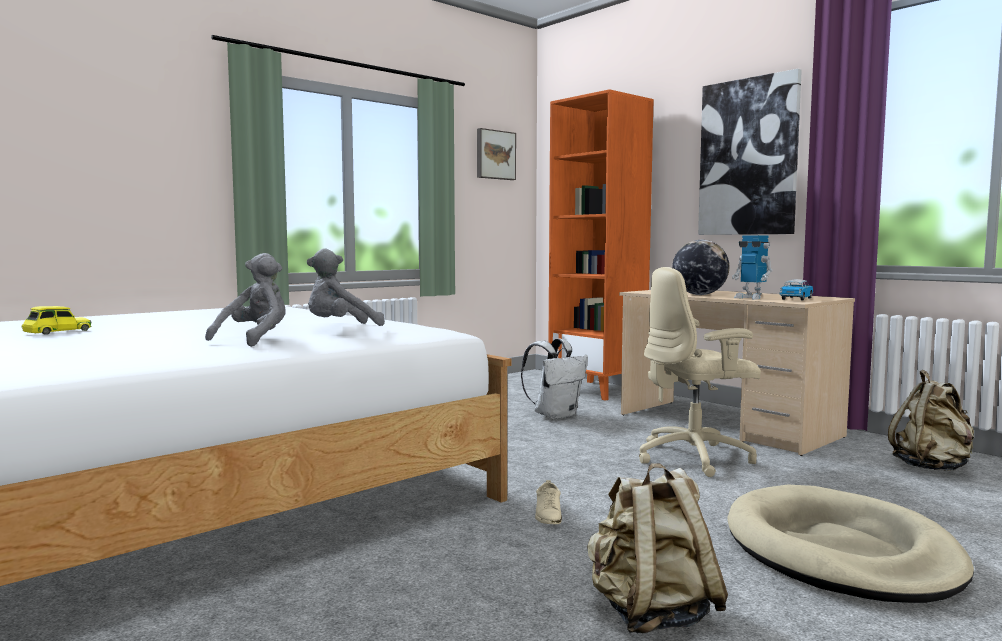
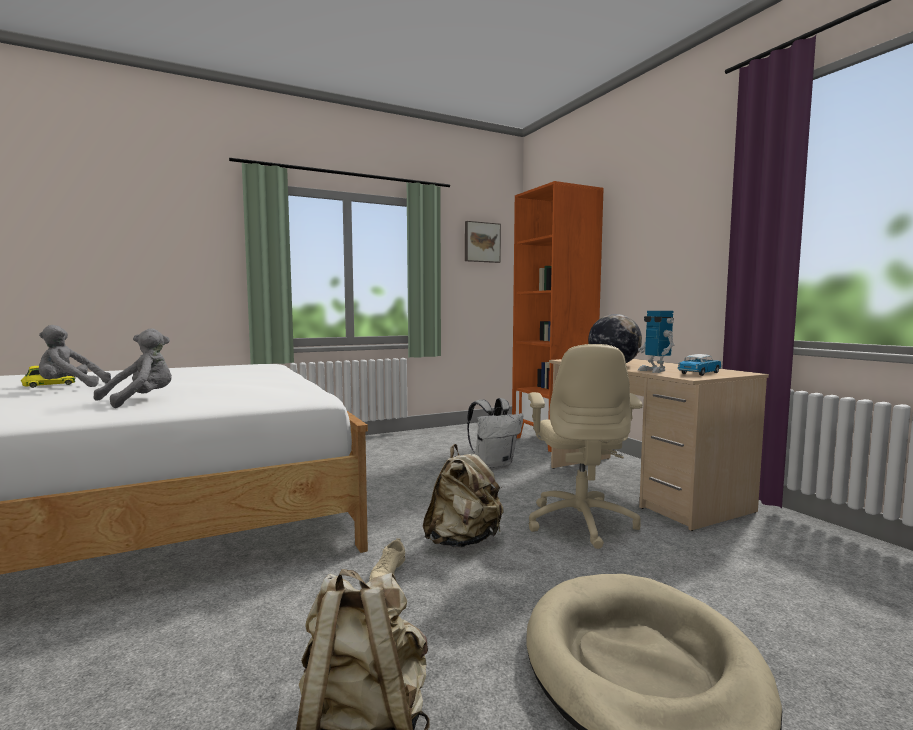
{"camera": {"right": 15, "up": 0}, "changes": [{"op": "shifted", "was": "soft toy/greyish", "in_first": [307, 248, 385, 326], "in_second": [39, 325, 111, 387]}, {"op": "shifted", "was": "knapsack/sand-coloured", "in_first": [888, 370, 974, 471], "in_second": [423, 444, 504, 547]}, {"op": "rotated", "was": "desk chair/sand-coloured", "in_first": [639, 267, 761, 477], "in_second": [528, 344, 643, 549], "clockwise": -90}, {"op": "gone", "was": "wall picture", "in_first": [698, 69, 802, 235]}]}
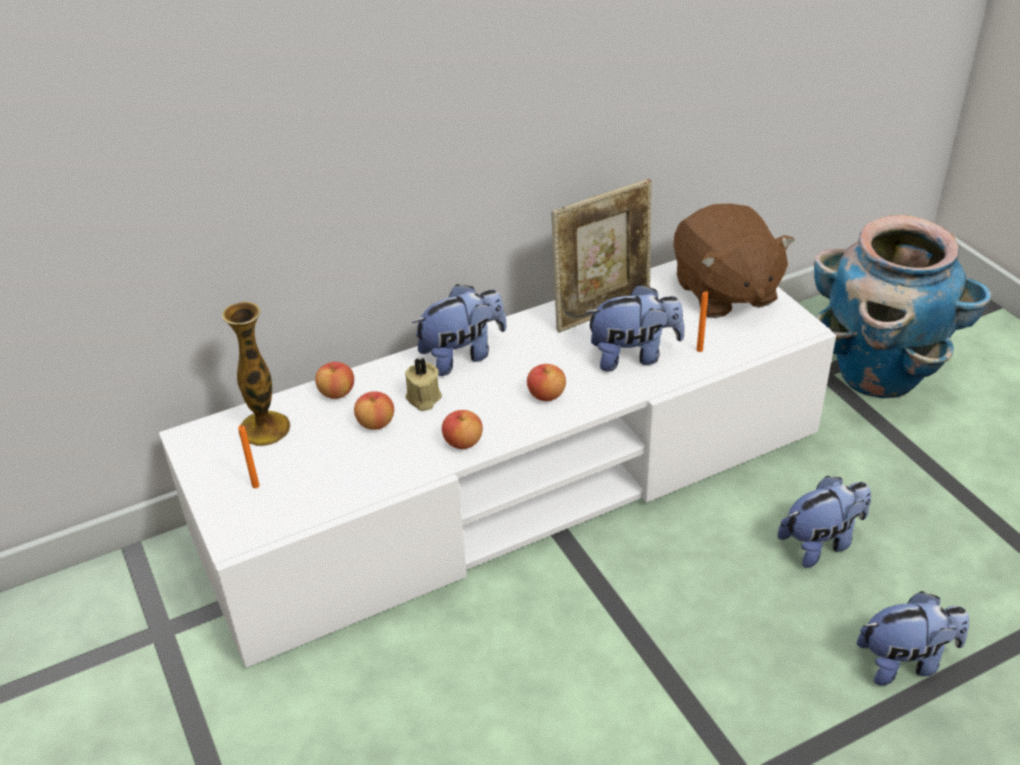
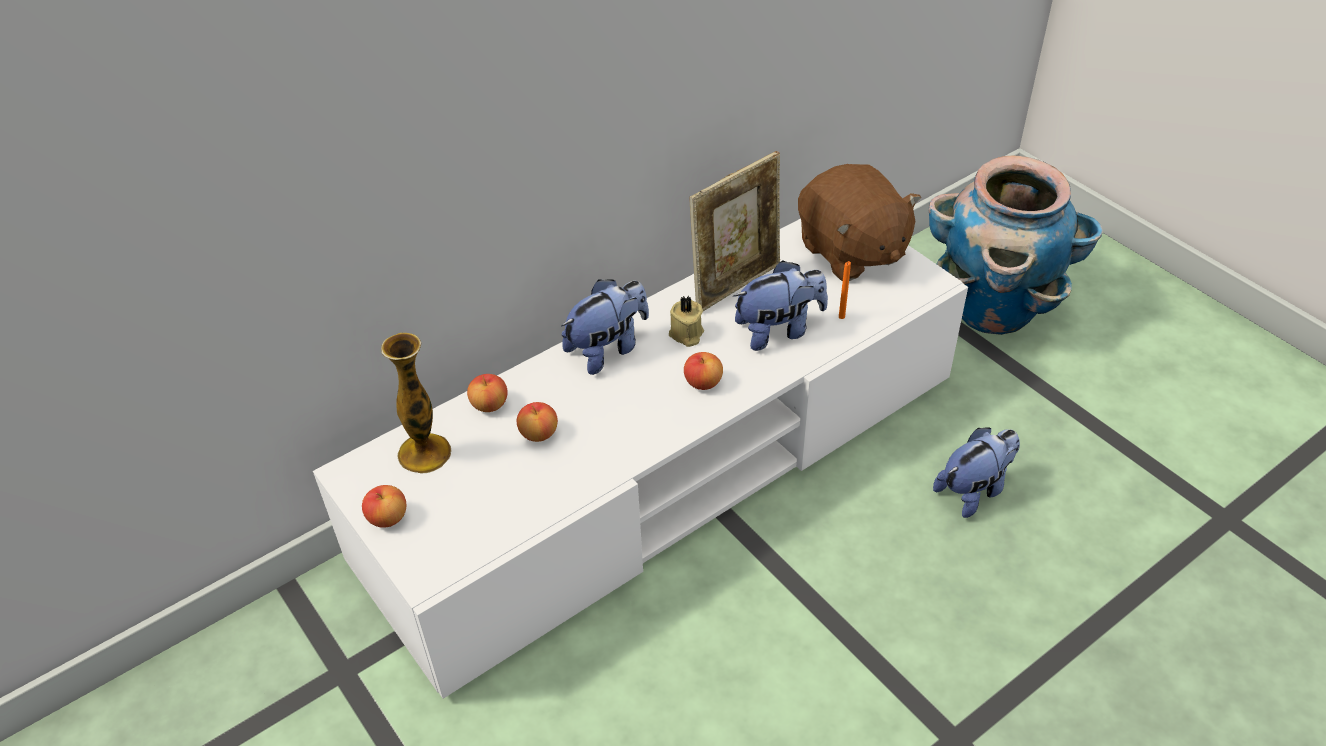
{"camera": {"right": -10, "up": 5}, "changes": [{"op": "shifted", "was": "apple fruit", "in_first": [442, 410, 483, 449], "in_second": [362, 485, 407, 528]}, {"op": "shifted", "was": "wax light/sand-coloured", "in_first": [405, 357, 442, 411], "in_second": [669, 296, 704, 347]}, {"op": "gone", "was": "wax light/orangey", "in_first": [238, 425, 259, 488]}, {"op": "gone", "was": "soft toy", "in_first": [857, 591, 969, 686]}]}
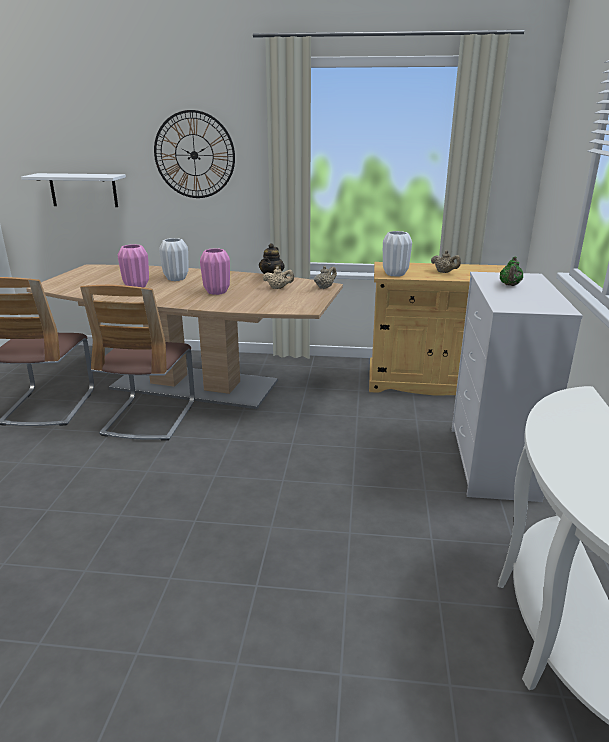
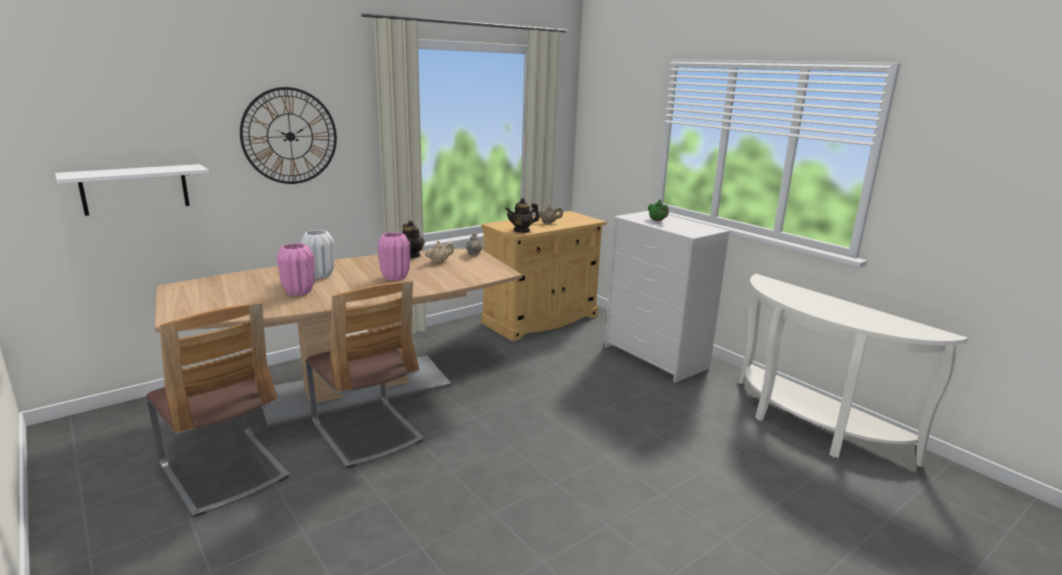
{"camera": {"right": -45, "up": -5}, "changes": [{"op": "swapped", "was": "vase/white", "now": "tea pot", "in_first": [383, 231, 412, 277], "in_second": [505, 198, 540, 233]}]}
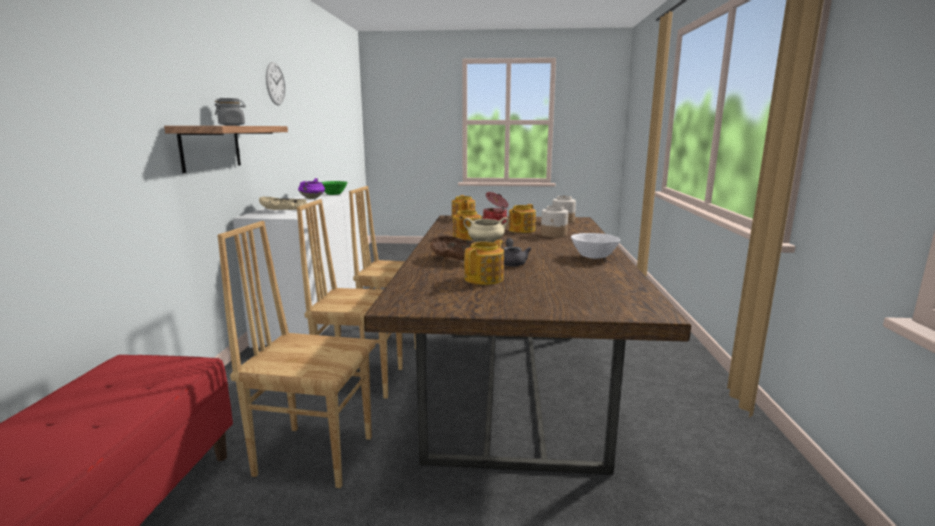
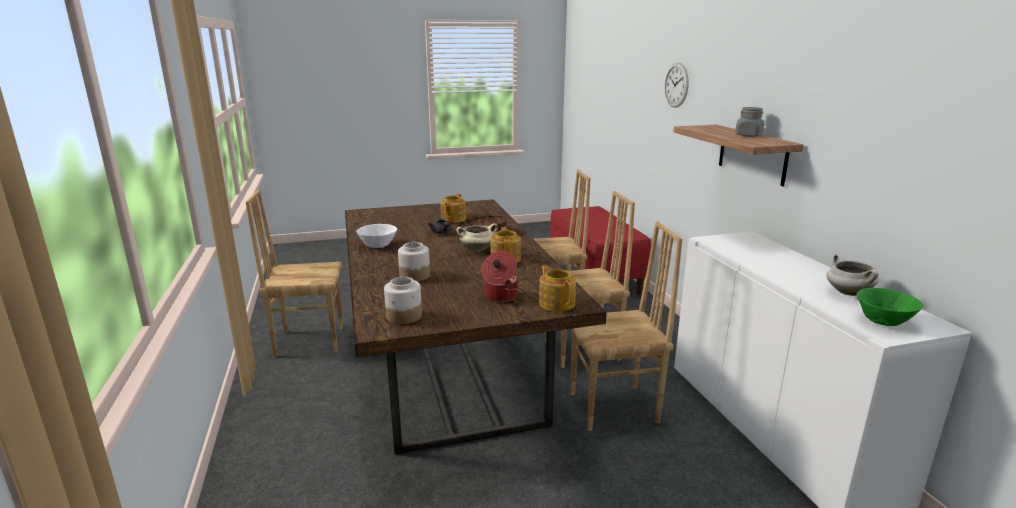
{"camera": {"right": 160, "up": 5}, "changes": [{"op": "new", "now": "plain chair/brown", "in_second": [246, 190, 343, 357]}, {"op": "shifted", "was": "hanging clock", "in_first": [266, 62, 286, 106], "in_second": [665, 63, 689, 108]}, {"op": "repainted", "was": "saucepot/purplish", "now": "saucepot/white", "in_first": [298, 178, 325, 199], "in_second": [826, 254, 879, 296]}, {"op": "gone", "was": "serving bowl/sand-coloured", "in_first": [259, 197, 307, 210]}, {"op": "gone", "was": "tea pot", "in_first": [509, 204, 536, 233]}]}
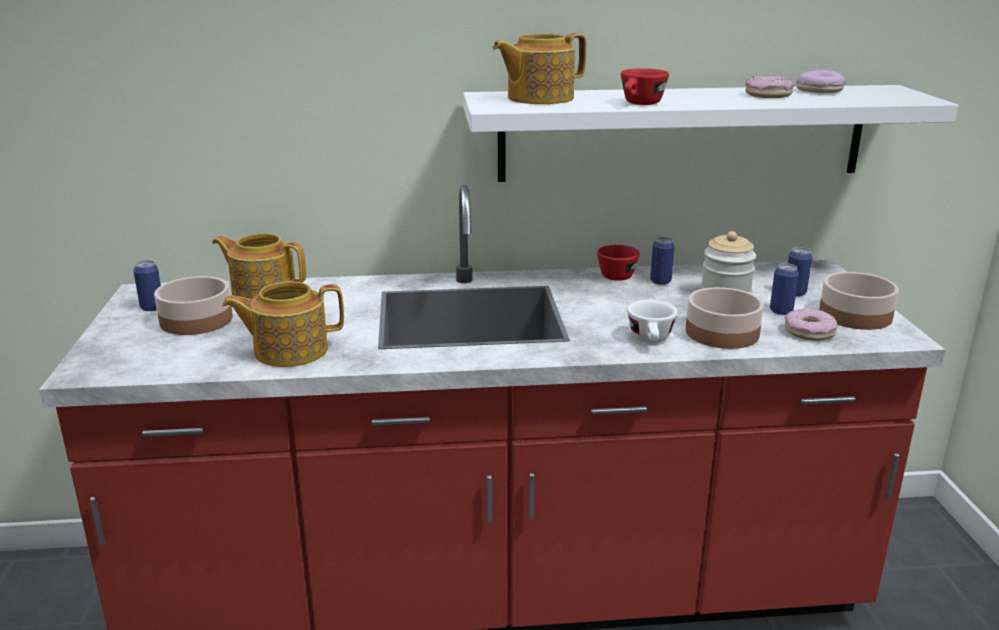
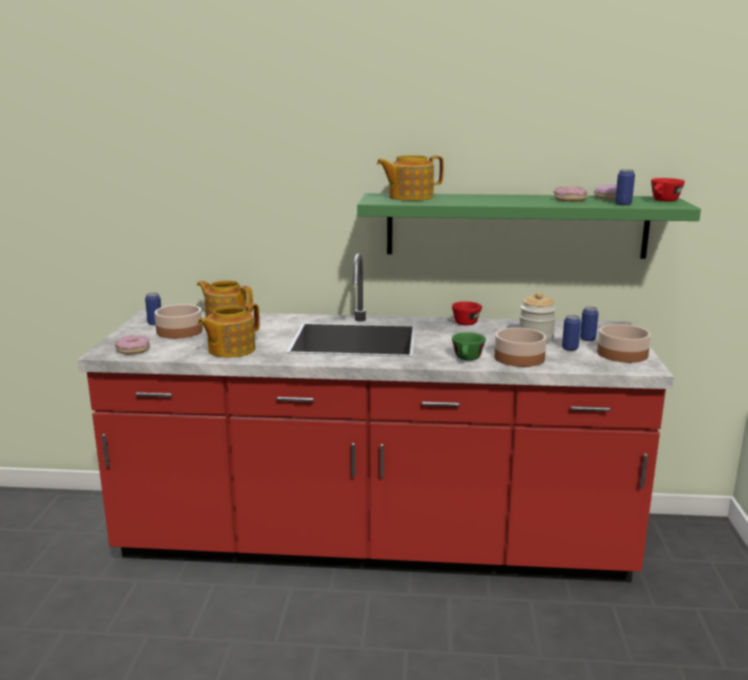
{"camera": {"right": 10, "up": -5}, "changes": [{"op": "shifted", "was": "donut", "in_first": [785, 308, 838, 341], "in_second": [115, 335, 150, 354]}, {"op": "rotated", "was": "tea pot", "in_first": [222, 281, 344, 367], "in_second": [198, 303, 260, 358], "clockwise": -45}, {"op": "repainted", "was": "shelf/white", "now": "shelf/green", "in_first": [463, 85, 958, 182], "in_second": [357, 193, 701, 259]}, {"op": "repainted", "was": "small cup/white", "now": "small cup/green", "in_first": [627, 300, 678, 343], "in_second": [452, 332, 486, 360]}, {"op": "shifted", "was": "sealed can", "in_first": [650, 237, 675, 285], "in_second": [615, 169, 635, 206]}, {"op": "shifted", "was": "small cup/red", "in_first": [621, 68, 669, 105], "in_second": [651, 178, 685, 202]}]}
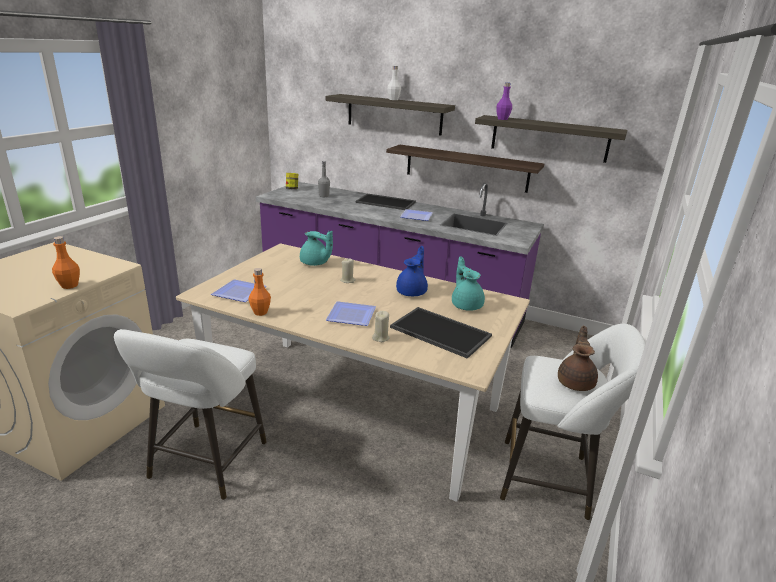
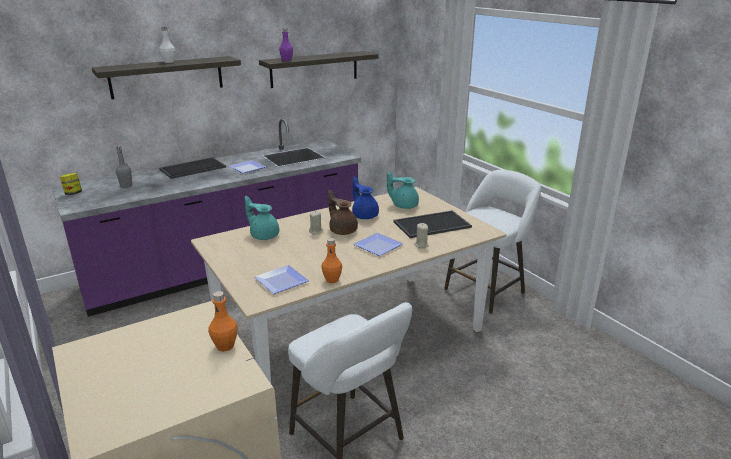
{"camera": {"right": -55, "up": 0}, "changes": [{"op": "rotated", "was": "tea pot/blue-green", "in_first": [300, 231, 333, 266], "in_second": [245, 196, 279, 240], "clockwise": -120}, {"op": "shifted", "was": "tea pot/brown", "in_first": [558, 326, 598, 391], "in_second": [328, 190, 358, 235]}, {"op": "gone", "was": "shelf", "in_first": [386, 145, 544, 193]}]}
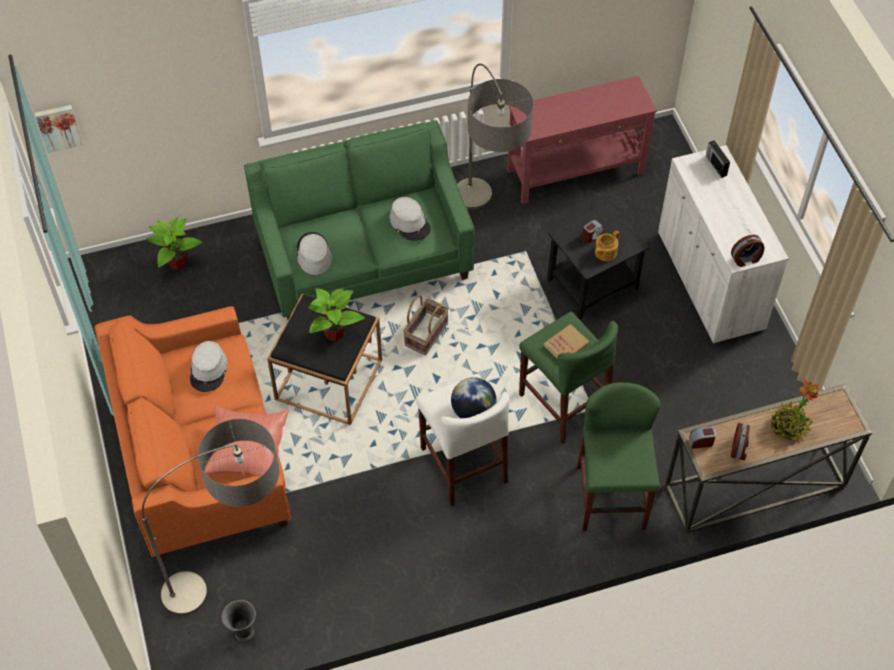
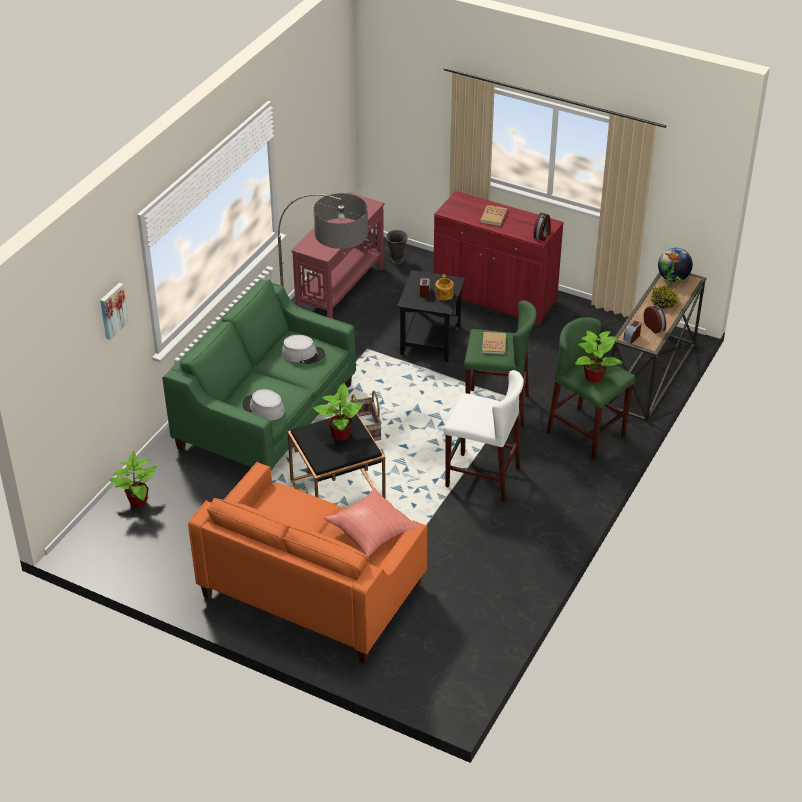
{"camera": {"right": -45, "up": -15}, "changes": [{"op": "shifted", "was": "wall picture", "in_first": [35, 105, 83, 153], "in_second": [100, 283, 129, 340]}, {"op": "shifted", "was": "vase/greyish", "in_first": [222, 600, 256, 642], "in_second": [386, 230, 408, 265]}, {"op": "repainted", "was": "cabinet/white", "now": "cabinet/red", "in_first": [658, 145, 789, 343], "in_second": [433, 191, 564, 324]}, {"op": "new", "now": "bound book", "in_second": [480, 205, 507, 226]}, {"op": "new", "now": "potted plant", "in_second": [575, 331, 623, 383]}, {"op": "shifted", "was": "world globe", "in_first": [451, 377, 496, 418], "in_second": [658, 248, 693, 282]}, {"op": "gone", "was": "standing lamp", "in_first": [142, 419, 279, 616]}, {"op": "gone", "was": "wearable hat/greyish", "in_first": [190, 341, 228, 392]}, {"op": "gone", "was": "radio set", "in_first": [706, 140, 730, 178]}]}
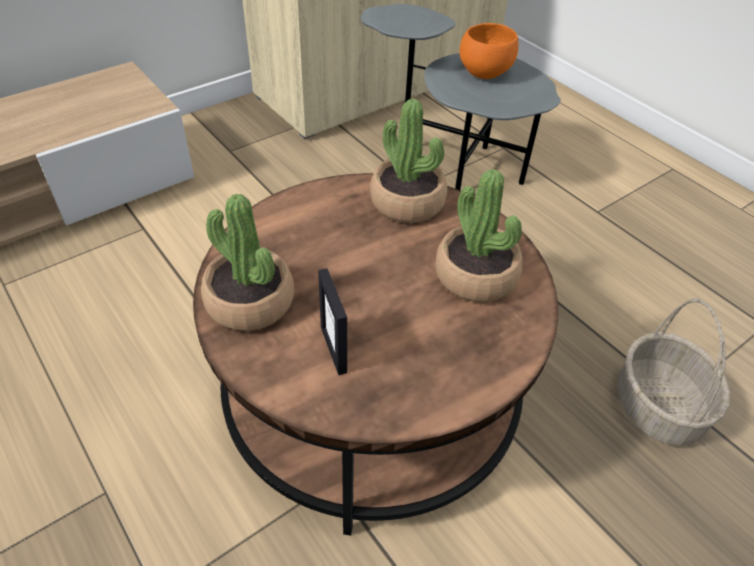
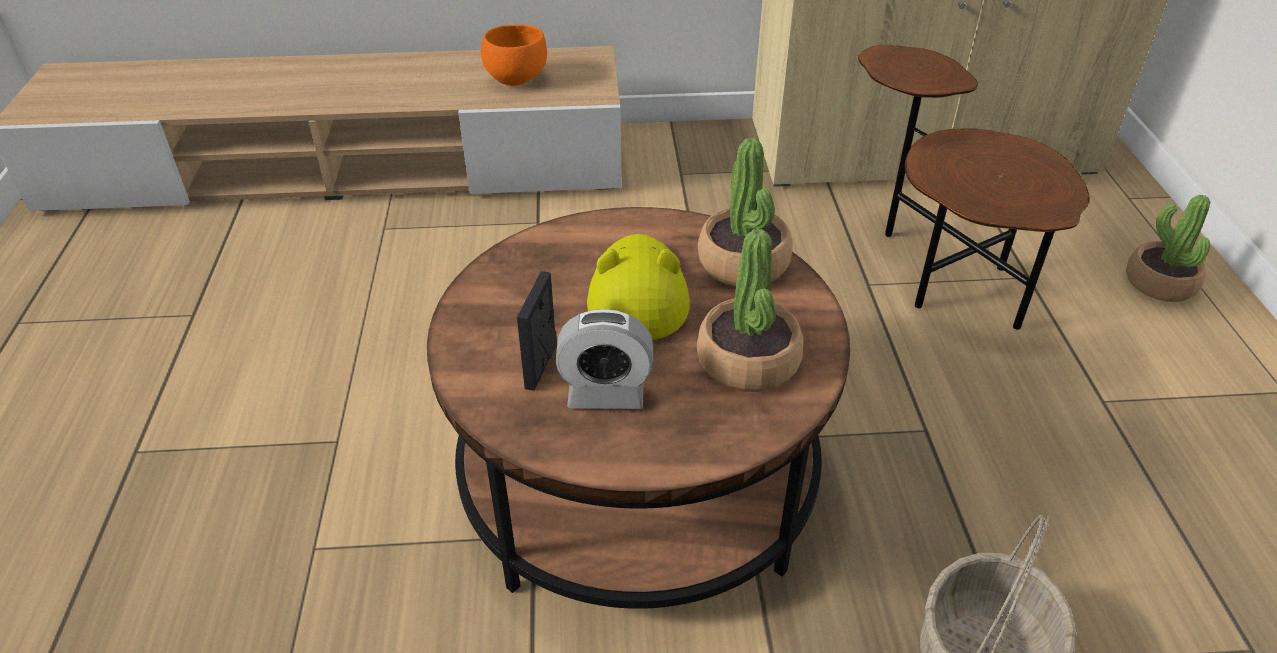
{"camera": {"right": 35, "up": -5}, "changes": [{"op": "shifted", "was": "serving bowl/orangey", "in_first": [460, 23, 518, 79], "in_second": [481, 25, 547, 85]}, {"op": "new", "now": "alarm clock", "in_second": [556, 309, 653, 409]}, {"op": "new", "now": "wearable hat/yellow-coloured", "in_second": [587, 234, 690, 340]}, {"op": "repainted", "was": "accent table/greyish", "now": "accent table/brown", "in_first": [361, 4, 561, 190], "in_second": [858, 45, 1090, 330]}, {"op": "shifted", "was": "potted plant", "in_first": [201, 194, 294, 331], "in_second": [1126, 195, 1210, 302]}]}
